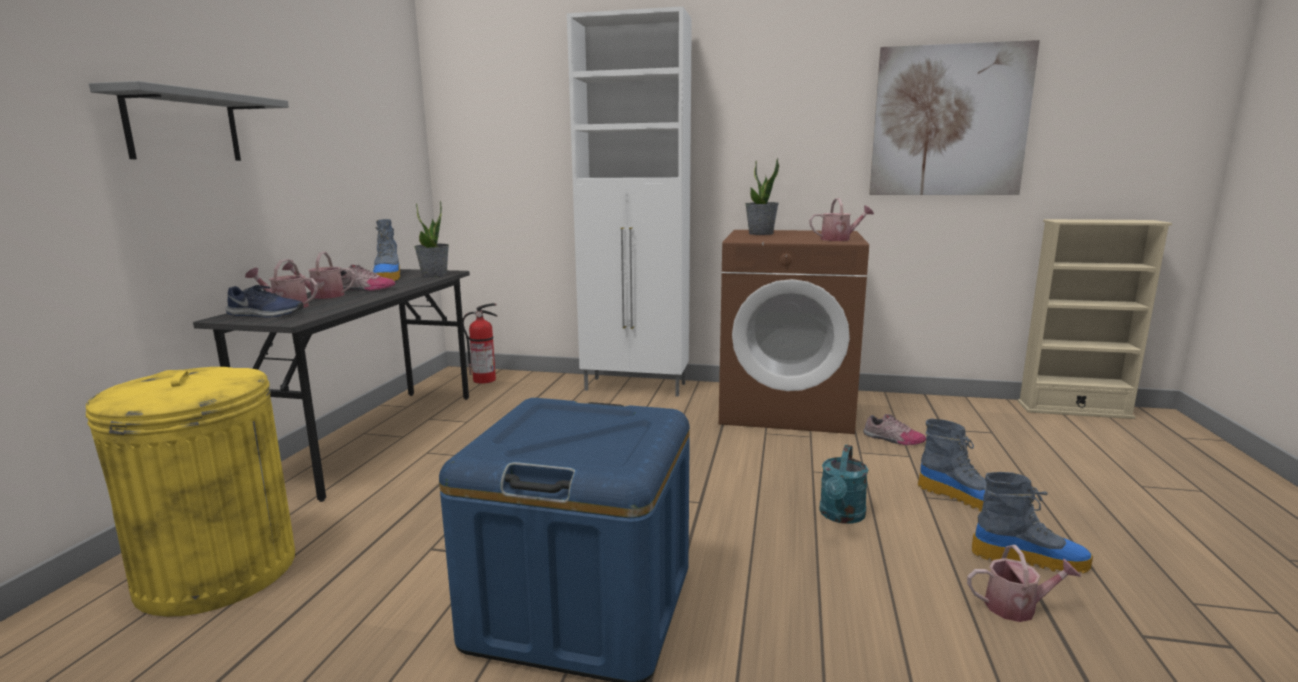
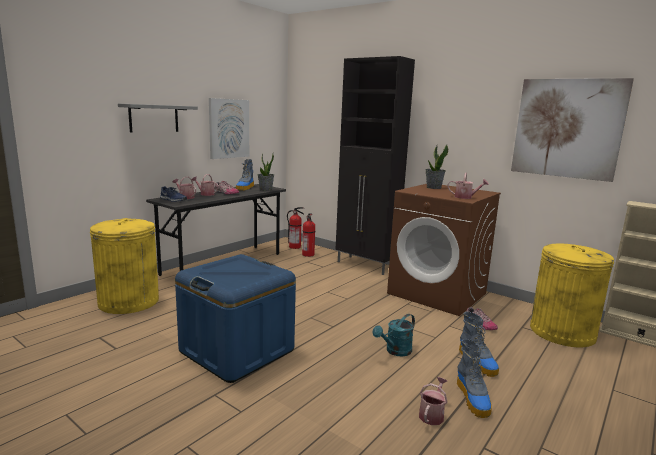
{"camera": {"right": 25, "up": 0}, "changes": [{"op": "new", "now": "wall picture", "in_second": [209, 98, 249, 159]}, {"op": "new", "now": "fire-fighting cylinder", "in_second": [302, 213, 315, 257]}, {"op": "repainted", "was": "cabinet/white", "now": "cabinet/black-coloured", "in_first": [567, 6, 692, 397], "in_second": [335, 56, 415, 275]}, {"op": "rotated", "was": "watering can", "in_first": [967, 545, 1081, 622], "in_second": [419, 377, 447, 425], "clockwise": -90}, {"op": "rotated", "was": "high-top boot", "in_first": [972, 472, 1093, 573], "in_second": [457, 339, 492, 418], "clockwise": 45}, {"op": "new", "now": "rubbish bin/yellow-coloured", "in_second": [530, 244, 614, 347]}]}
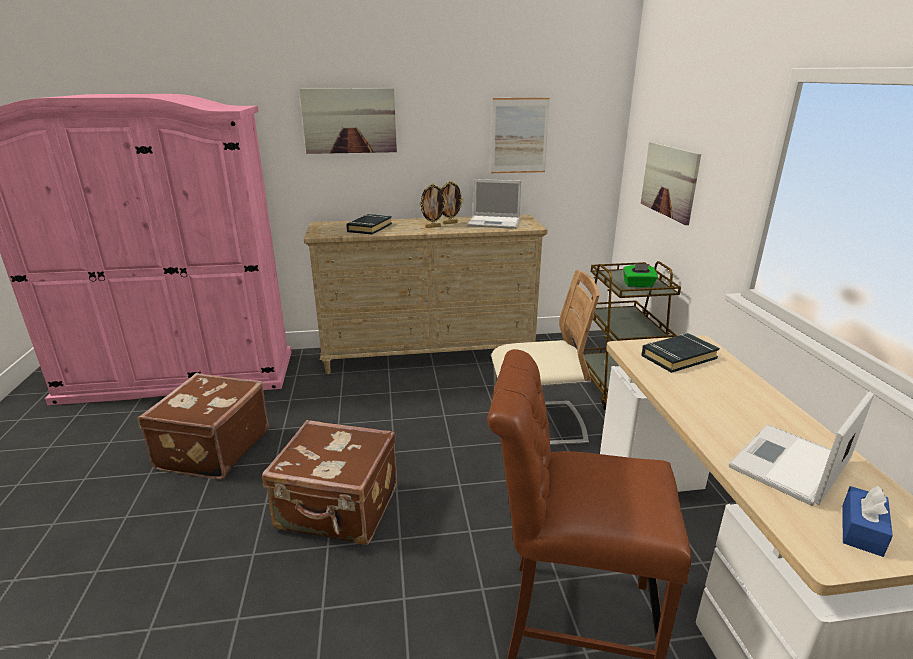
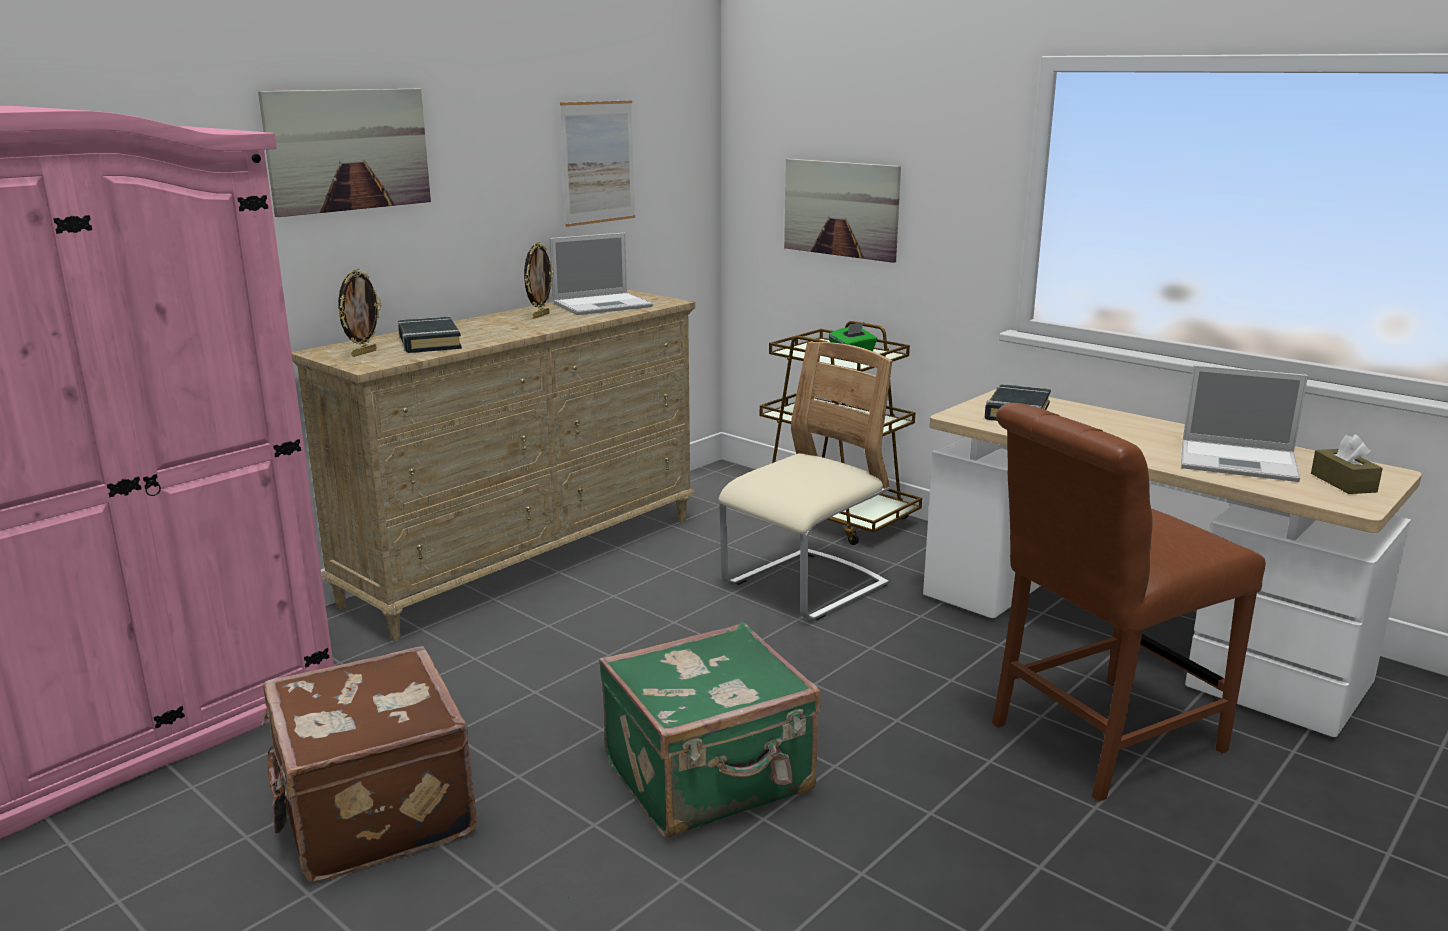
{"camera": {"right": -40, "up": -5}, "changes": [{"op": "shifted", "was": "picture frame", "in_first": [419, 183, 447, 228], "in_second": [338, 269, 382, 357]}, {"op": "repainted", "was": "suitcase/brown", "now": "suitcase/green", "in_first": [262, 420, 397, 545], "in_second": [599, 622, 821, 838]}, {"op": "rotated", "was": "notebook computer", "in_first": [729, 391, 874, 506], "in_second": [1181, 365, 1308, 482], "clockwise": -75}, {"op": "repainted", "was": "tissue holder/blue-coloured", "now": "tissue holder/brown", "in_first": [842, 486, 893, 557], "in_second": [1311, 434, 1383, 494]}]}
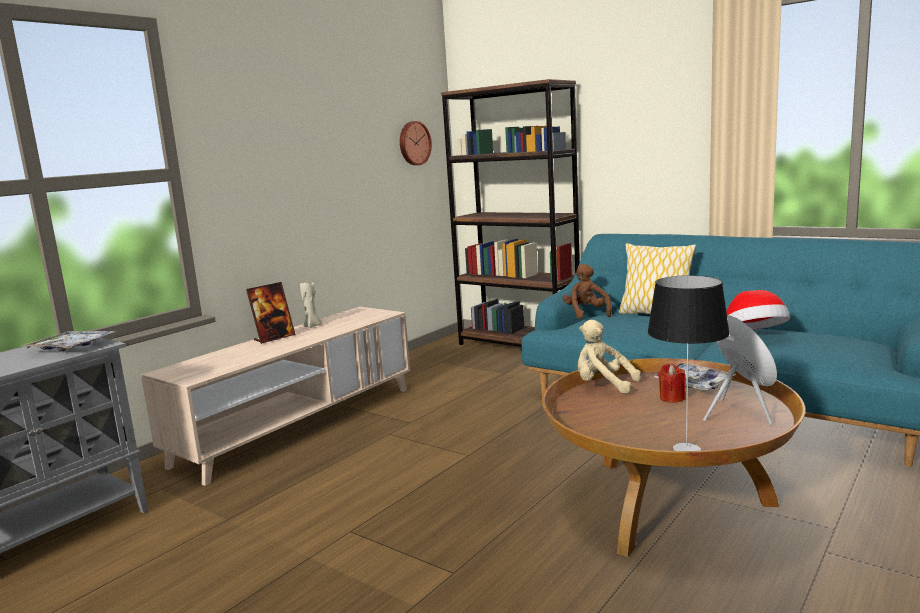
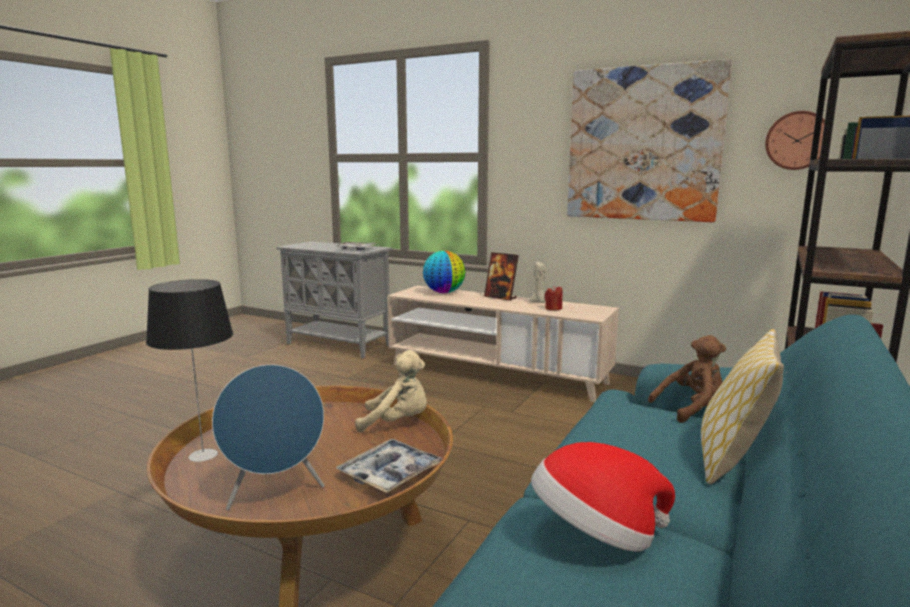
{"camera": {"right": 80, "up": 0}, "changes": [{"op": "rotated", "was": "soft toy/sand-coloured", "in_first": [578, 320, 641, 394], "in_second": [355, 350, 427, 433], "clockwise": 75}, {"op": "new", "now": "world globe", "in_second": [423, 251, 465, 293]}, {"op": "shifted", "was": "wax light/red", "in_first": [658, 364, 686, 403], "in_second": [545, 286, 563, 311]}, {"op": "new", "now": "wall picture", "in_second": [567, 59, 732, 222]}]}
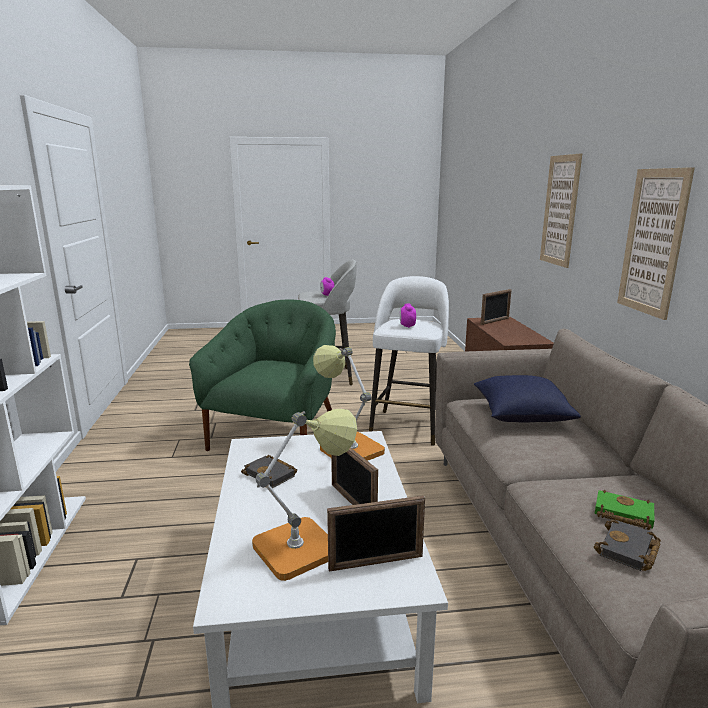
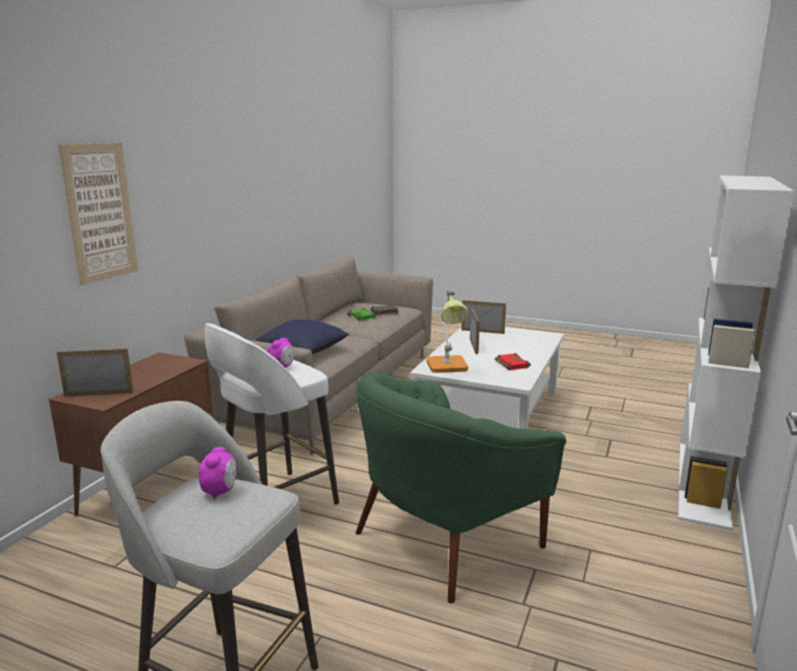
{"camera": {"right": -150, "up": 0}, "changes": [{"op": "repainted", "was": "bound book/black-coloured", "now": "bound book/red", "in_first": [241, 455, 297, 488], "in_second": [495, 353, 531, 370]}, {"op": "gone", "was": "tabletop lamp", "in_first": [252, 409, 357, 581]}, {"op": "gone", "was": "wall picture", "in_first": [617, 167, 695, 320]}]}
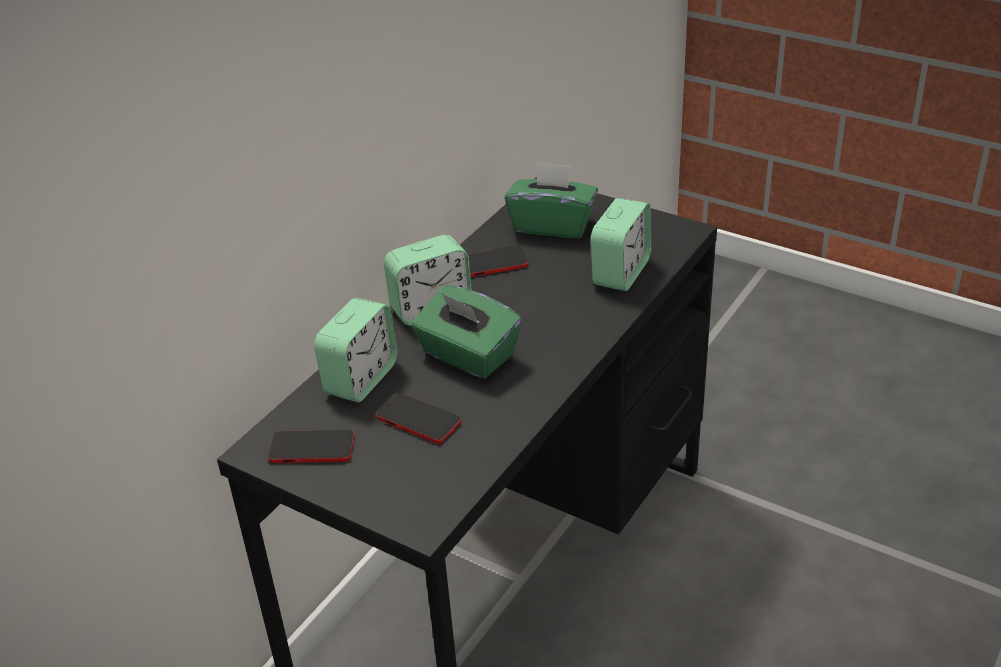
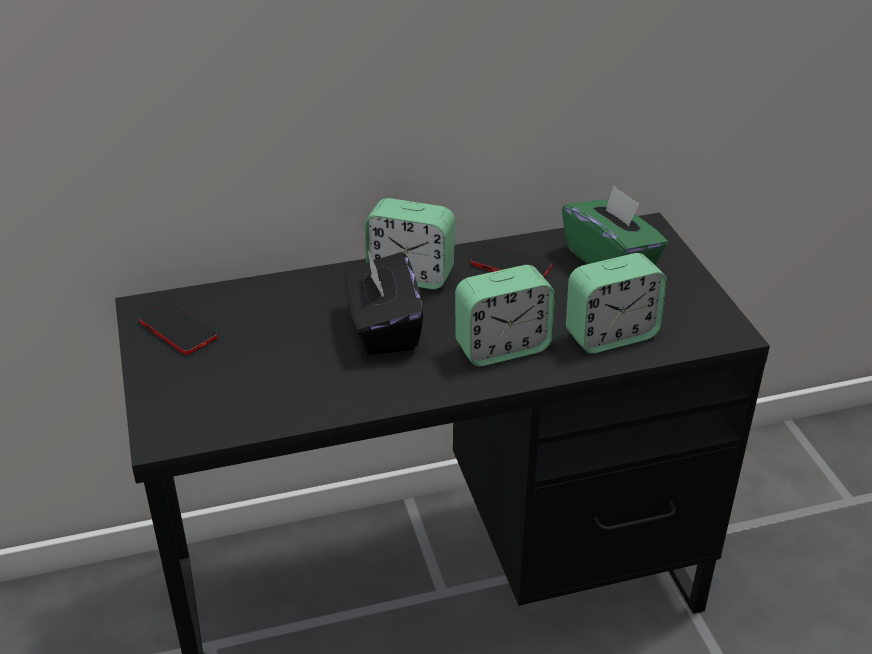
{"camera": {"right": 40, "up": 0}, "changes": [{"op": "repainted", "was": "tissue holder/green", "now": "tissue holder/black-coloured", "in_first": [411, 286, 522, 379], "in_second": [344, 251, 423, 355]}, {"op": "shifted", "was": "alarm clock", "in_first": [314, 298, 398, 402], "in_second": [455, 265, 555, 367]}, {"op": "gone", "was": "telephone", "in_first": [376, 393, 461, 444]}]}
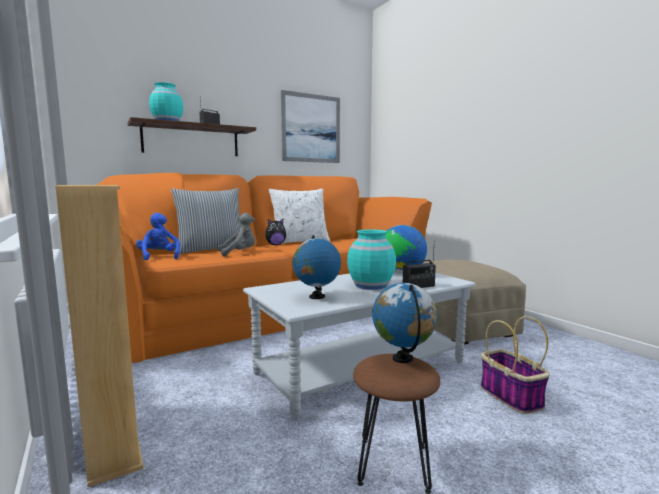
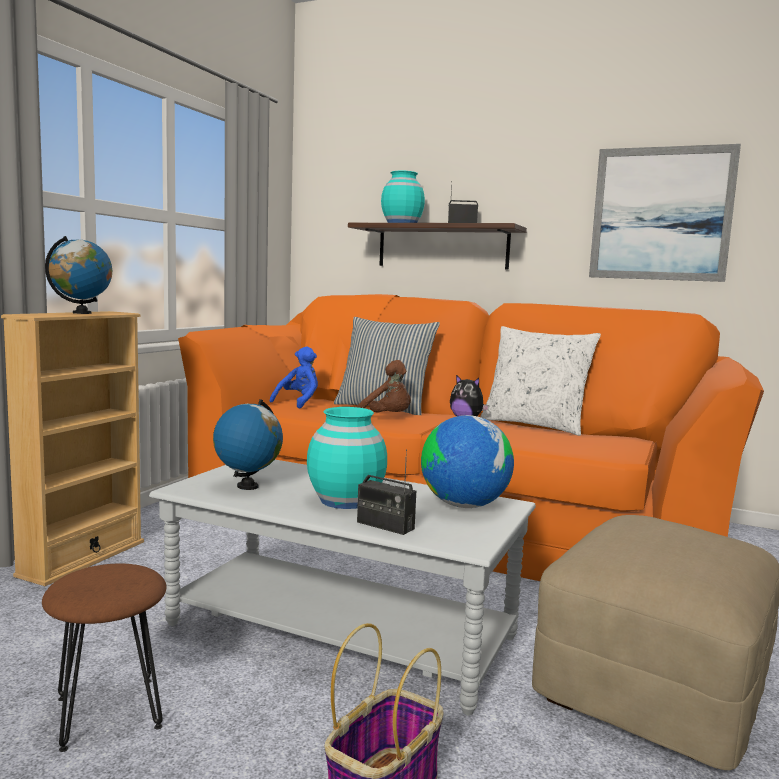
{"camera": {"right": 55, "up": 0}, "changes": [{"op": "shifted", "was": "world globe", "in_first": [372, 283, 437, 363], "in_second": [45, 236, 112, 314]}, {"op": "repainted", "was": "soft toy/greyish", "now": "soft toy/brown", "in_first": [218, 213, 255, 257], "in_second": [356, 360, 411, 413]}]}
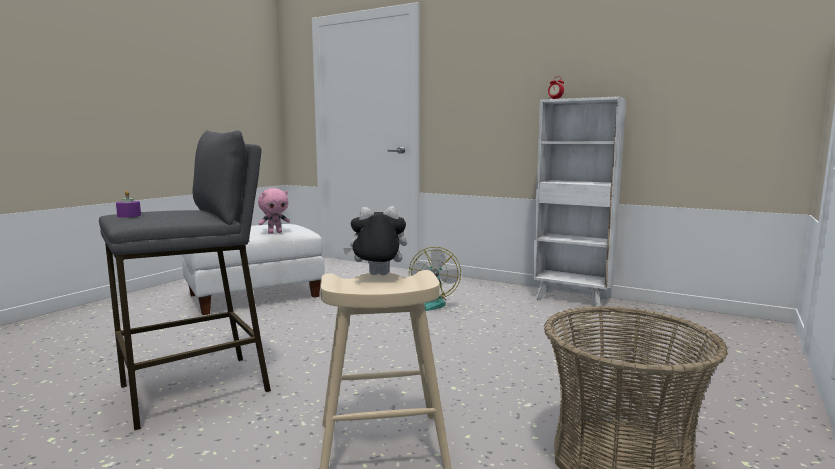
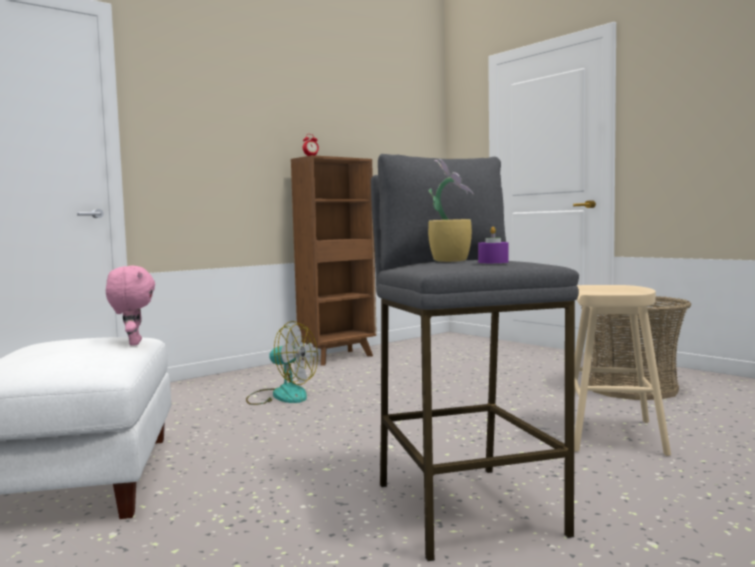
{"camera": {"right": -70, "up": -5}, "changes": [{"op": "repainted", "was": "bookshelf/white", "now": "bookshelf/brown", "in_first": [533, 96, 626, 307], "in_second": [291, 155, 377, 366]}, {"op": "new", "now": "potted plant", "in_second": [428, 159, 474, 262]}, {"op": "gone", "was": "soft toy", "in_first": [343, 206, 407, 275]}]}
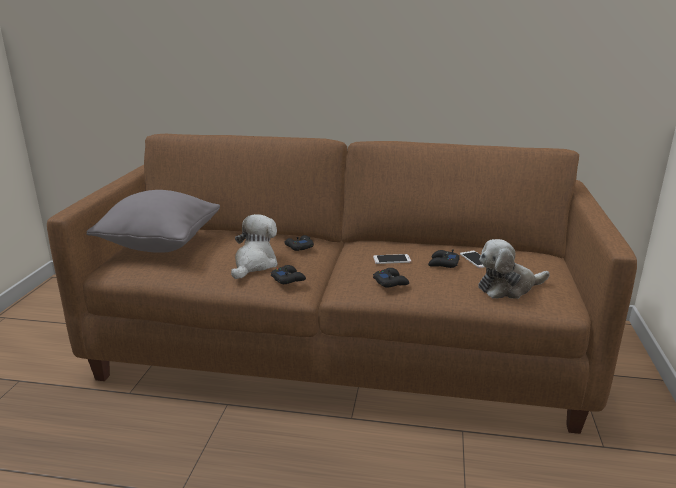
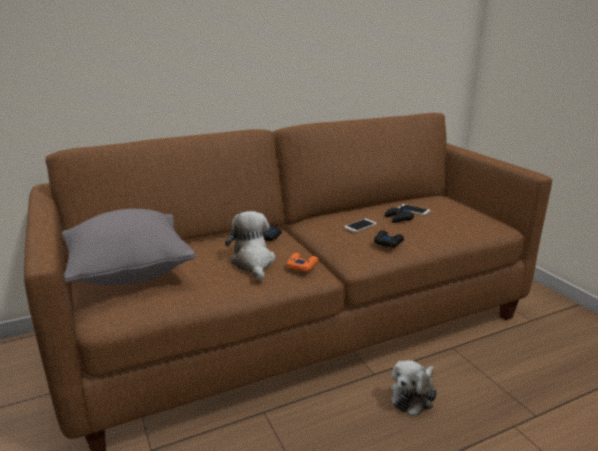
{"camera": {"right": -35, "up": 0}, "changes": [{"op": "repainted", "was": "game controller/black-coloured", "now": "game controller/orangey", "in_first": [271, 265, 306, 284], "in_second": [287, 253, 319, 272]}, {"op": "shifted", "was": "soft toy", "in_first": [478, 239, 550, 299], "in_second": [391, 360, 437, 417]}]}
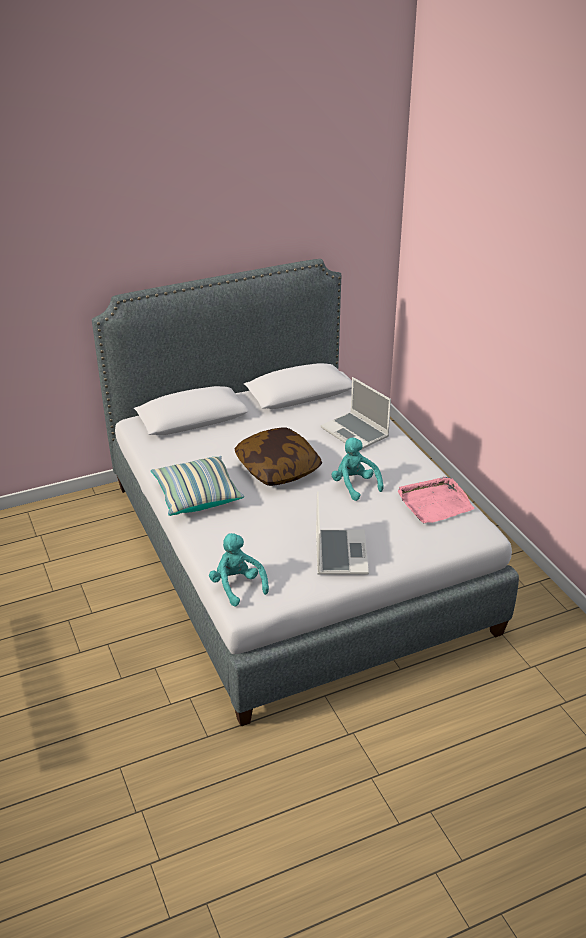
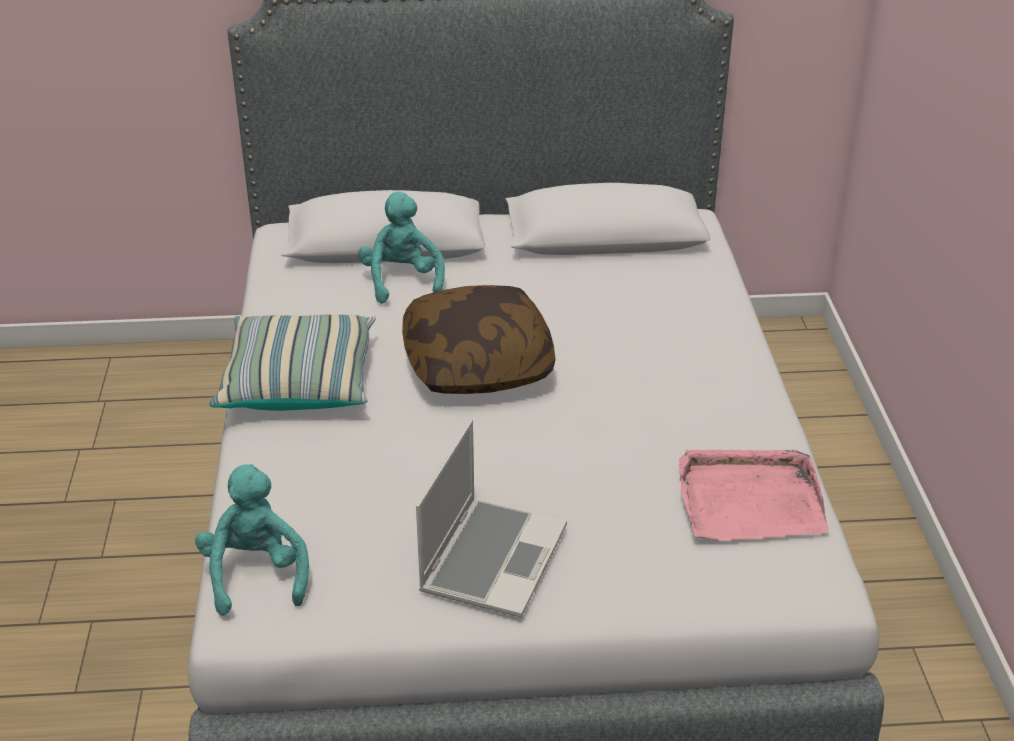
{"camera": {"right": 20, "up": 0}, "changes": [{"op": "shifted", "was": "soft toy/blue-green", "in_first": [332, 437, 384, 501], "in_second": [358, 192, 445, 304]}, {"op": "gone", "was": "notebook computer", "in_first": [321, 377, 391, 451]}]}
